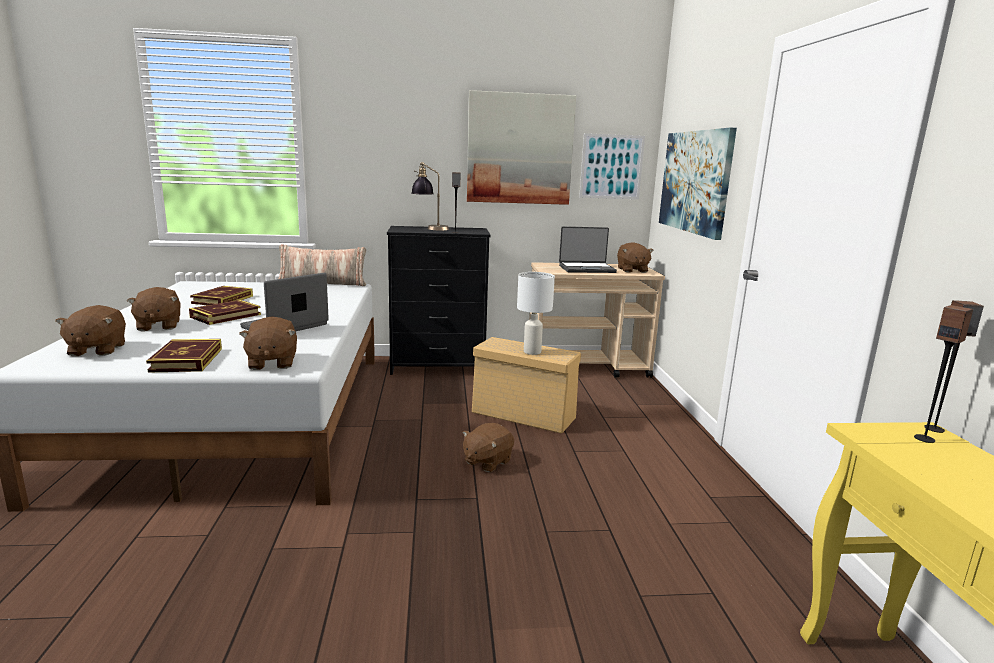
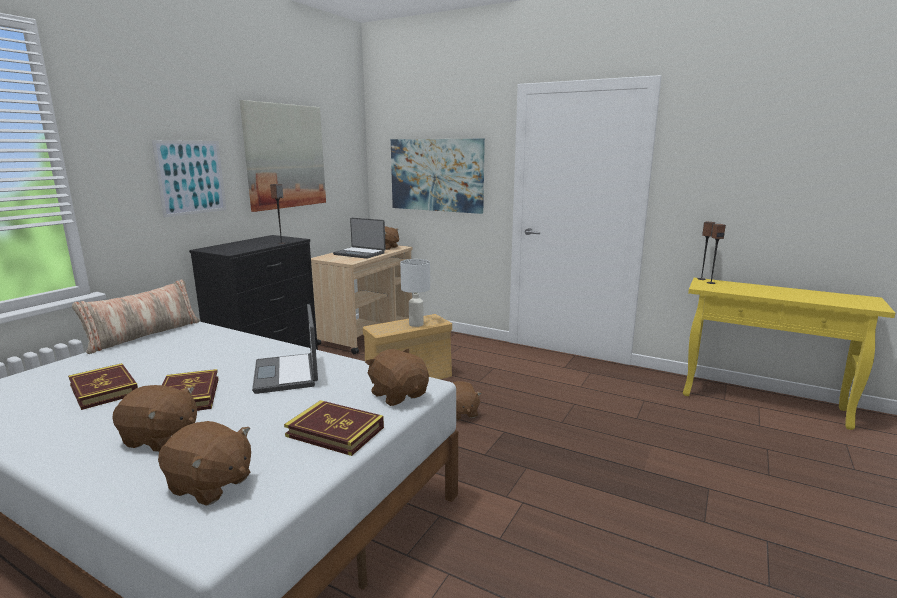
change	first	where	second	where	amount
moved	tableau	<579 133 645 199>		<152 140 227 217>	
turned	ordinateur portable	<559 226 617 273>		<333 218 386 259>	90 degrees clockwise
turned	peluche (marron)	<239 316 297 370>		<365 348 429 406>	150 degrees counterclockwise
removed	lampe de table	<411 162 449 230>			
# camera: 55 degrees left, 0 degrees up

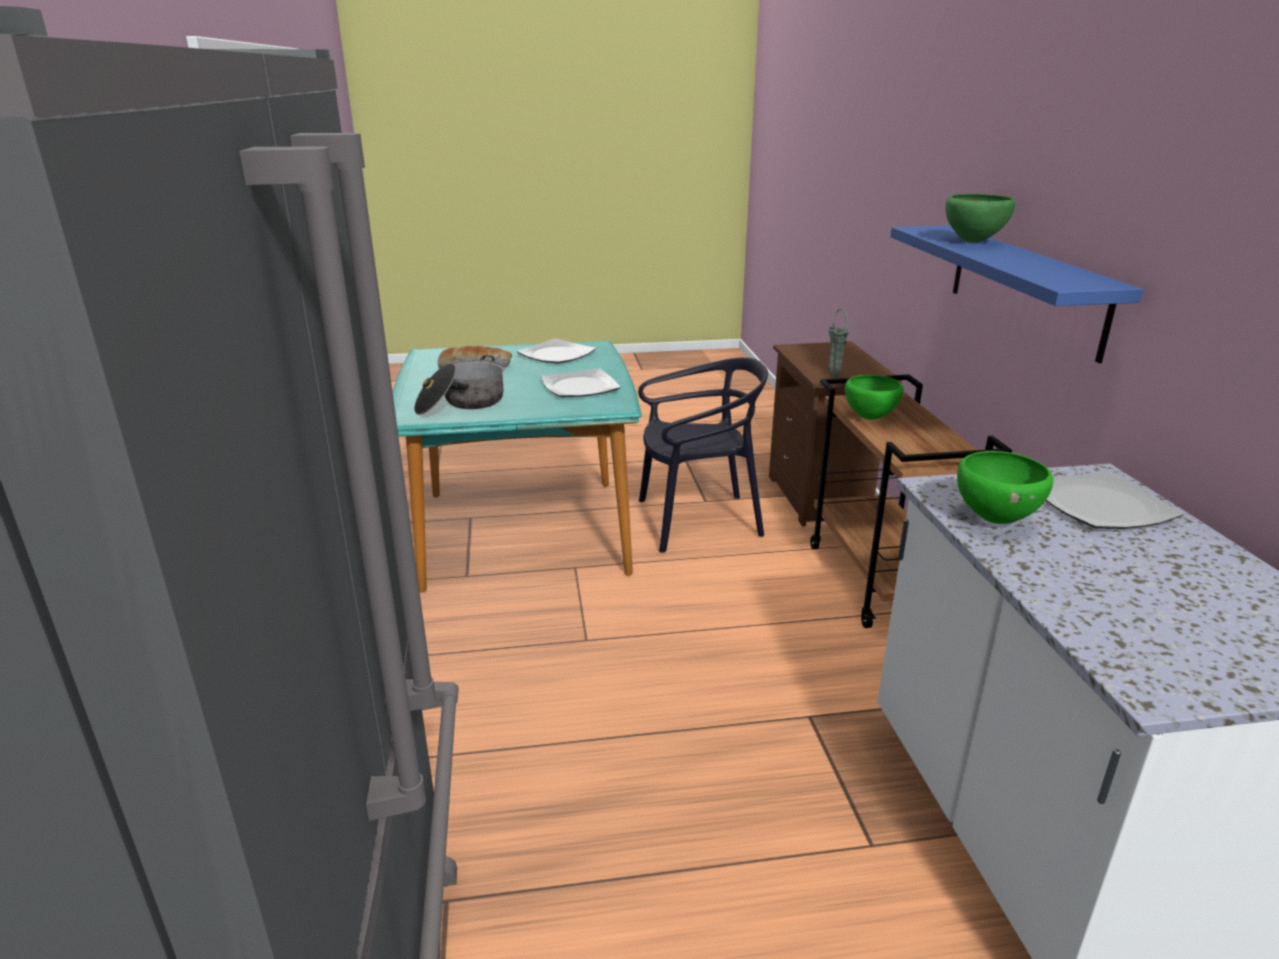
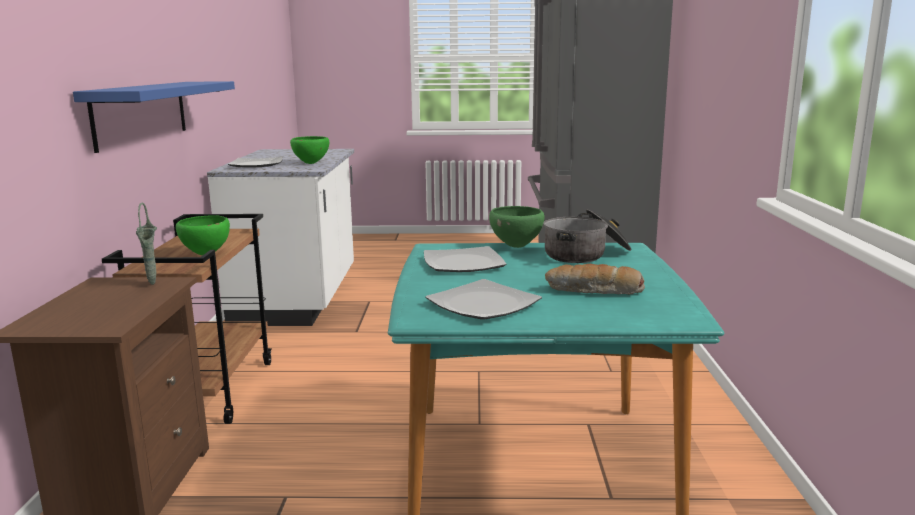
change	first	where	second	where	amount
moved	bol (vert)	<945 194 1015 243>		<489 206 545 248>	
removed	chaise (noir)	<638 357 768 552>			
# camera: 170 degrees left, 10 degrees down

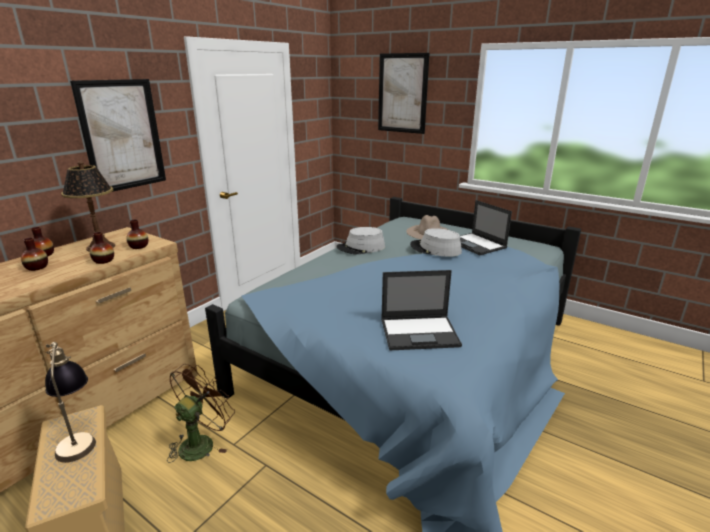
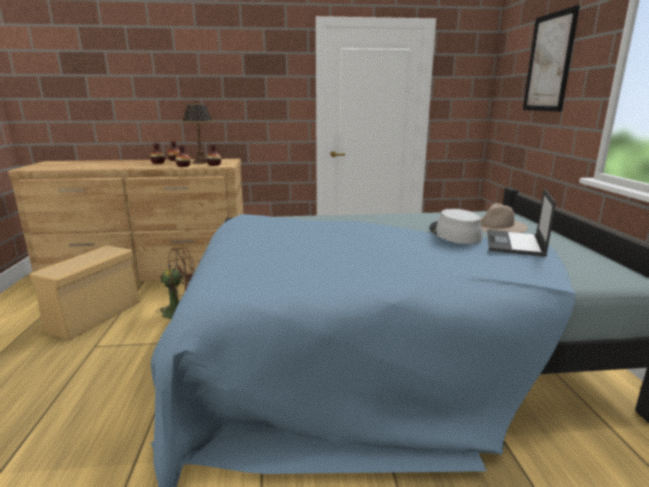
change	first	where	second	where	amount
removed	lampe de table	<45 342 96 463>			
removed	tableau	<70 79 166 192>			
removed	chapeau (gris)	<336 227 385 254>			
removed	ordinateur portable	<381 270 462 350>			
# camera: 50 degrees right, 5 degrees down

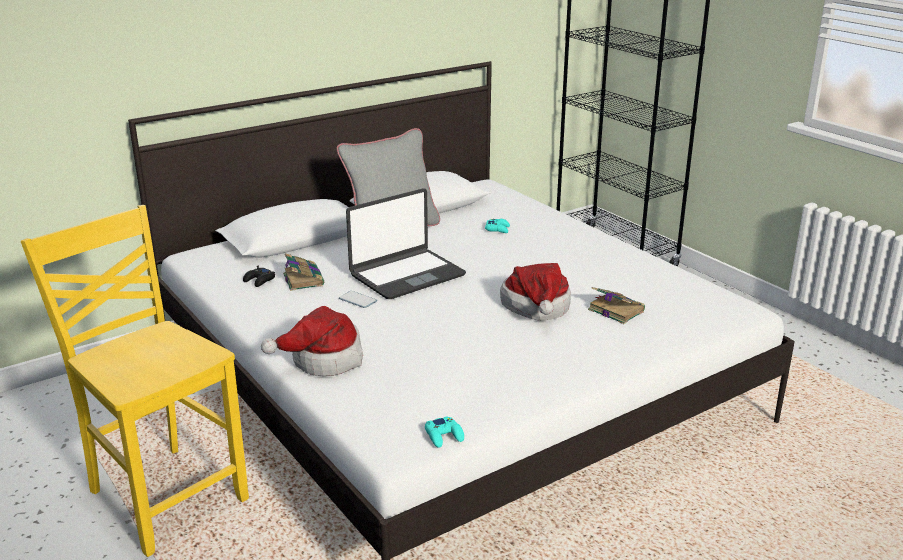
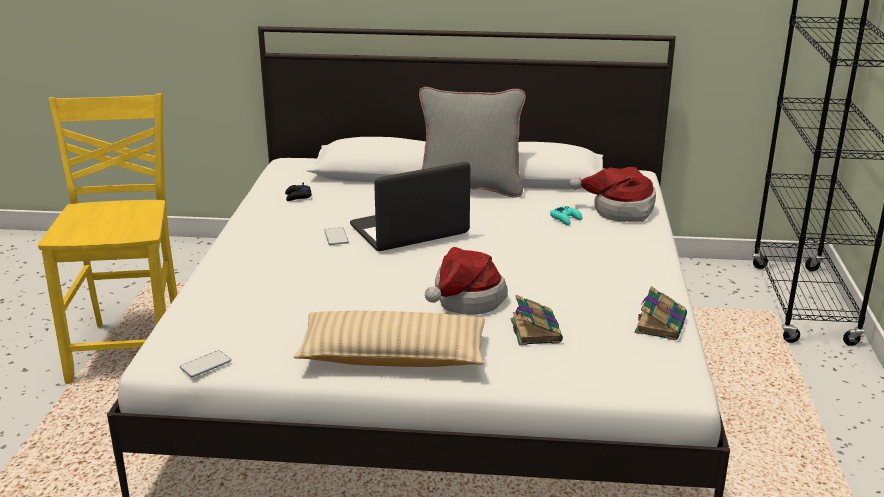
change	first	where	second	where	amount
replaced	manette (turquoise)	<425 416 464 448>	téléphone	<180 350 231 377>	
added			coussin (beige)	<294 311 485 367>	
turned	ordinateur portable	<346 188 466 299>		<350 162 470 251>	150 degrees clockwise
moved	chapeau	<261 306 363 376>		<569 167 656 222>	
moved	livre	<283 253 324 291>		<635 286 687 340>	
# camera: 40 degrees right, 0 degrees up

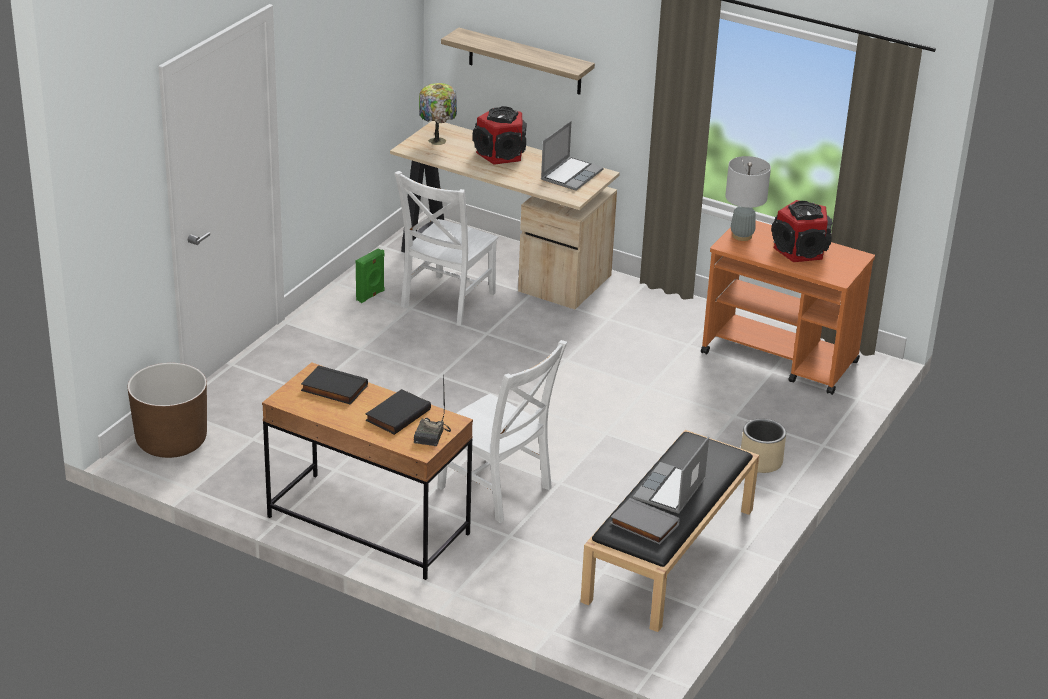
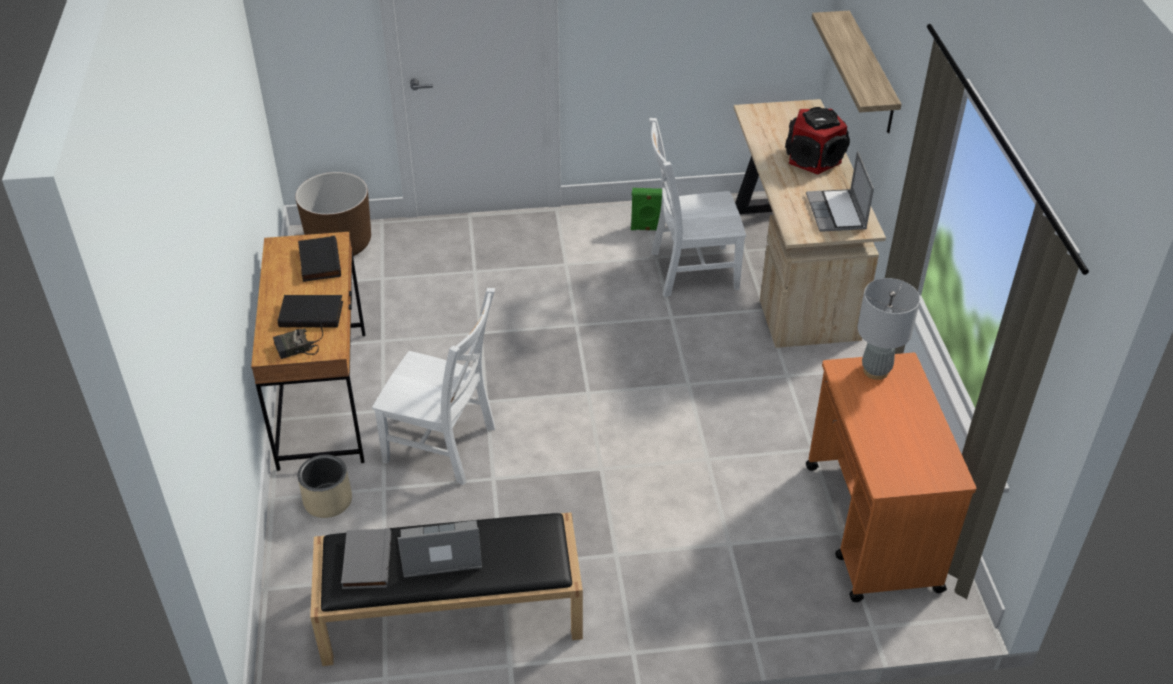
change	first	where	second	where	amount
moved	cache-pot (beige)	<741 419 786 473>		<298 454 352 518>	
turned	chaise (blanc)	<438 340 567 523>		<372 288 496 485>	75 degrees counterclockwise
turned	ordinateur portable	<541 121 604 191>		<806 151 874 232>	90 degrees clockwise
removed	lampe de table	<419 83 457 145>			
removed	enceinte	<771 200 832 262>			
# camera: 55 degrees right, 10 degrees up

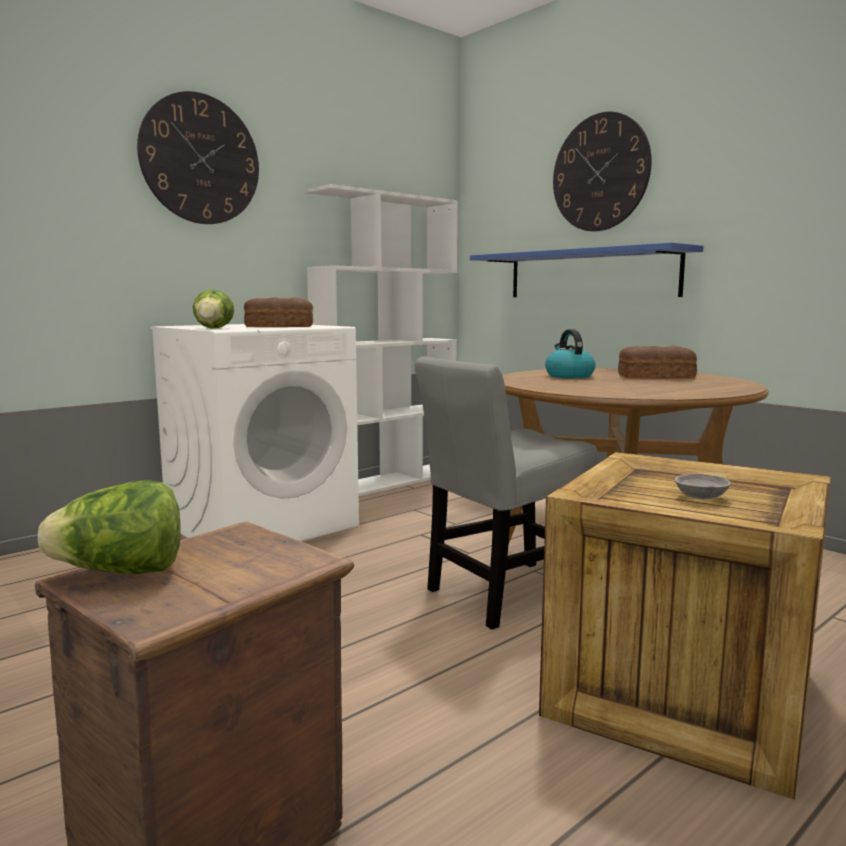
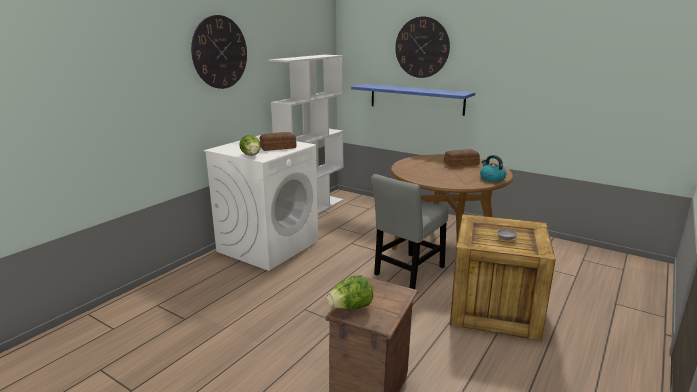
change	first	where	second	where	amount
moved	bouilloire	<545 329 596 379>		<480 155 507 182>	
# camera: 15 degrees left, 10 degrees up

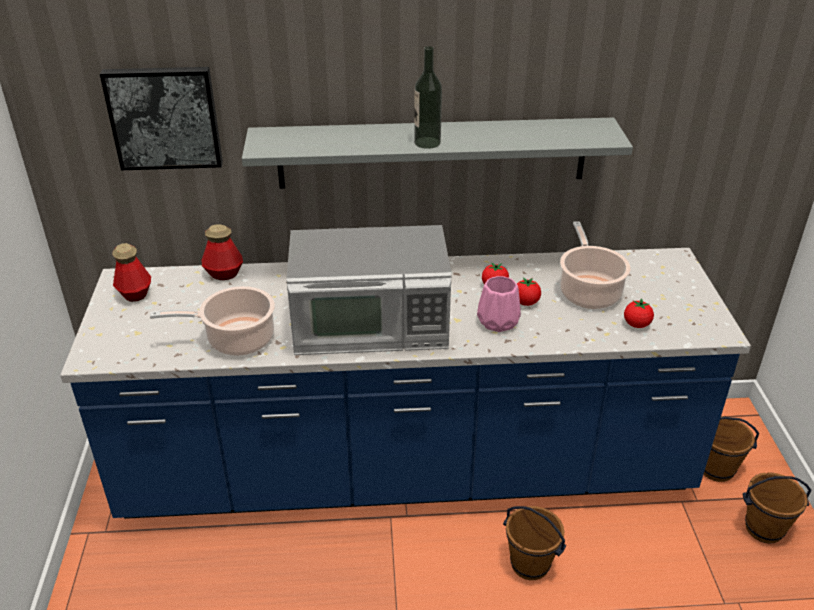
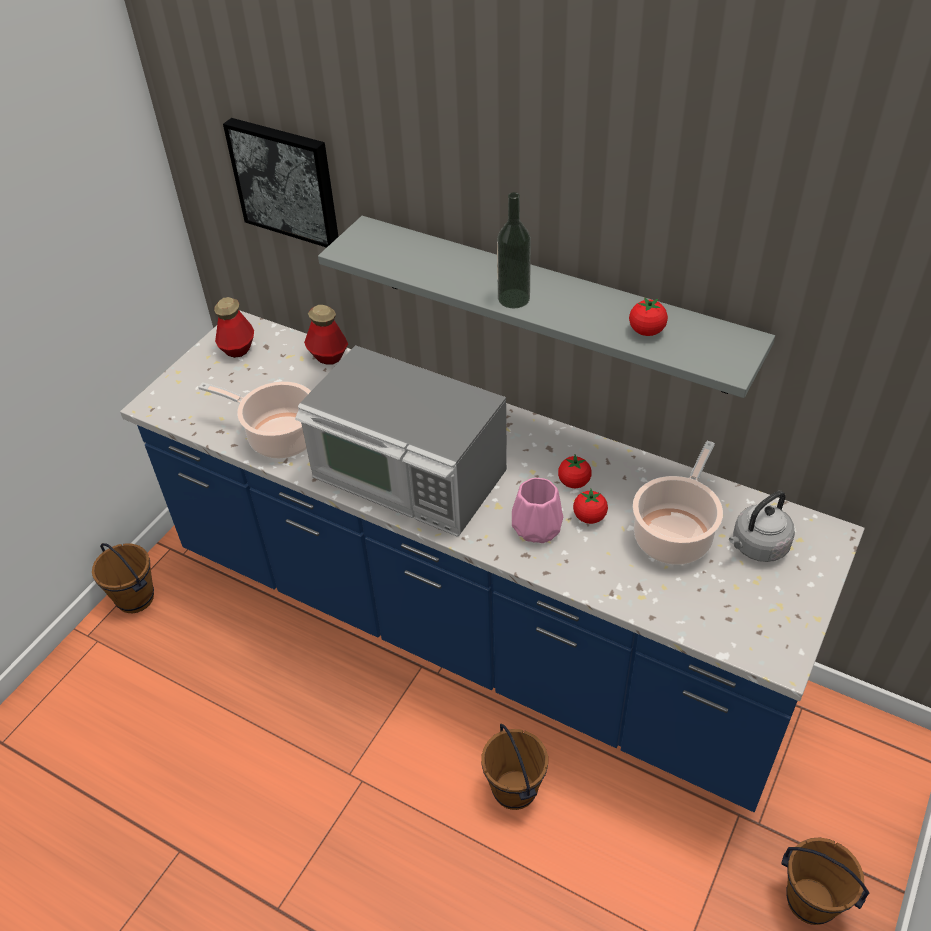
change	first	where	second	where	amount
moved	seau (marron)	<704 416 759 482>		<92 543 154 613>	
moved	tomate	<624 298 654 328>		<629 297 668 336>	
added			bouilloire (gris)	<729 491 795 562>	
# camera: 35 degrees right, 10 degrees up

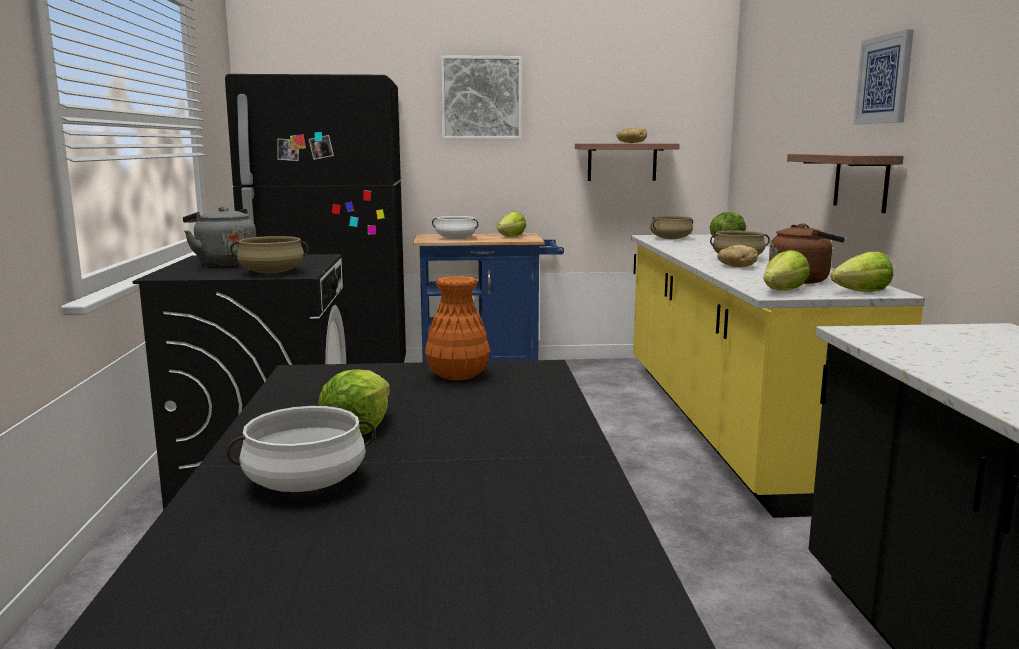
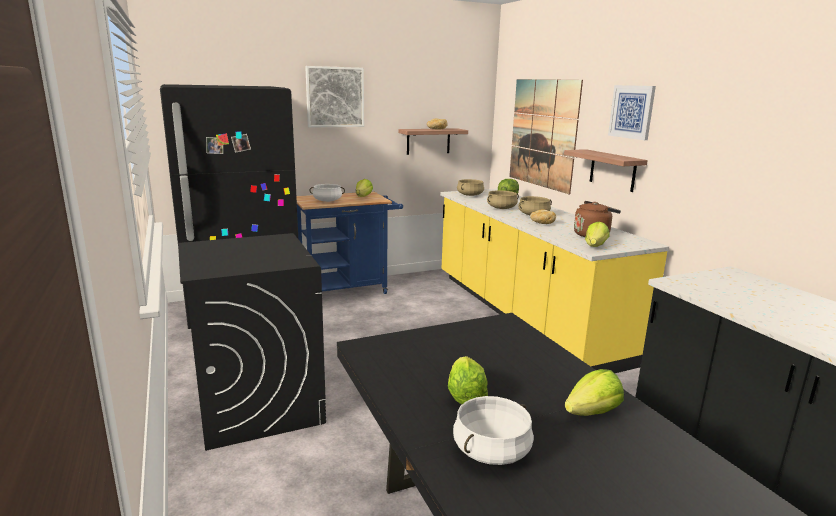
change	first	where	second	where	amount
moved	marmite (beige)	<230 236 309 274>		<487 190 519 209>	
added			tableau	<509 79 583 194>	
moved	laitue	<831 251 893 292>		<565 369 624 416>	
removed	bouilloire (gris)	<183 206 256 266>			
removed	vase (orange)	<425 276 490 381>			
# camera: 20 degrees left, 5 degrees up

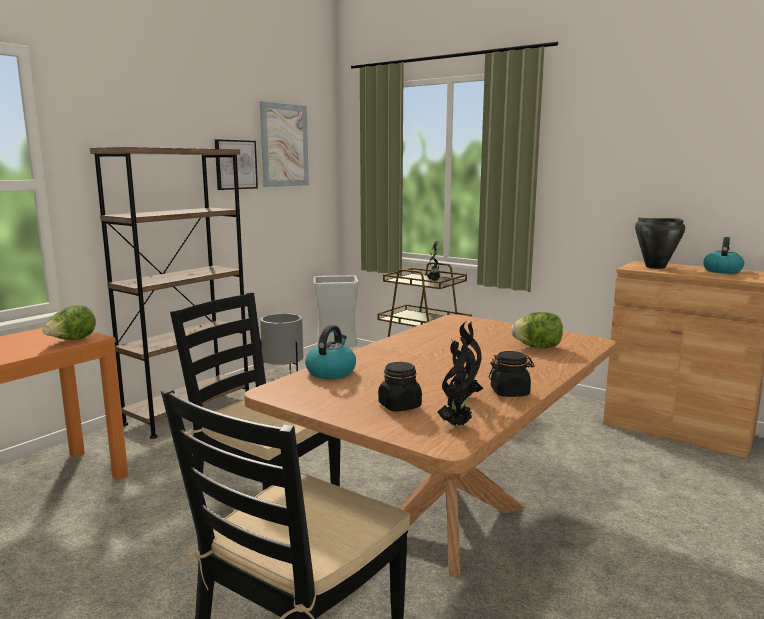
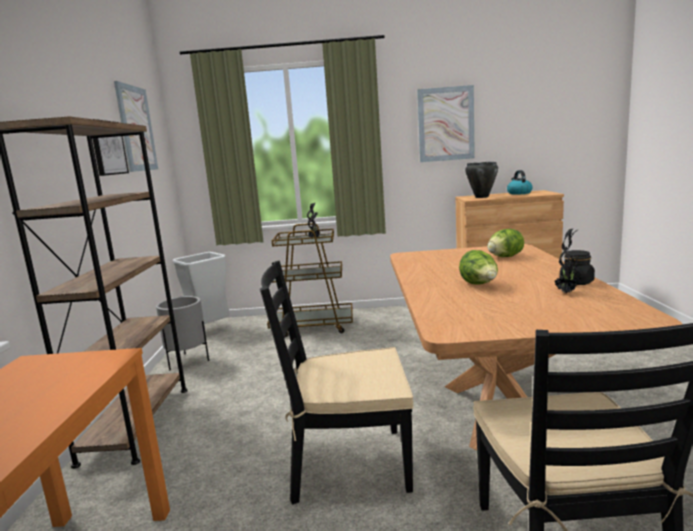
change	first	where	second	where	amount
added			tableau	<417 85 475 162>	
moved	laitue	<42 305 96 340>		<459 250 498 284>	
removed	bouilloire	<305 325 356 379>			
removed	bocal (noir)	<378 362 422 412>			
removed	plante en pot	<437 337 476 427>			
# camera: 35 degrees left, 0 degrees up

